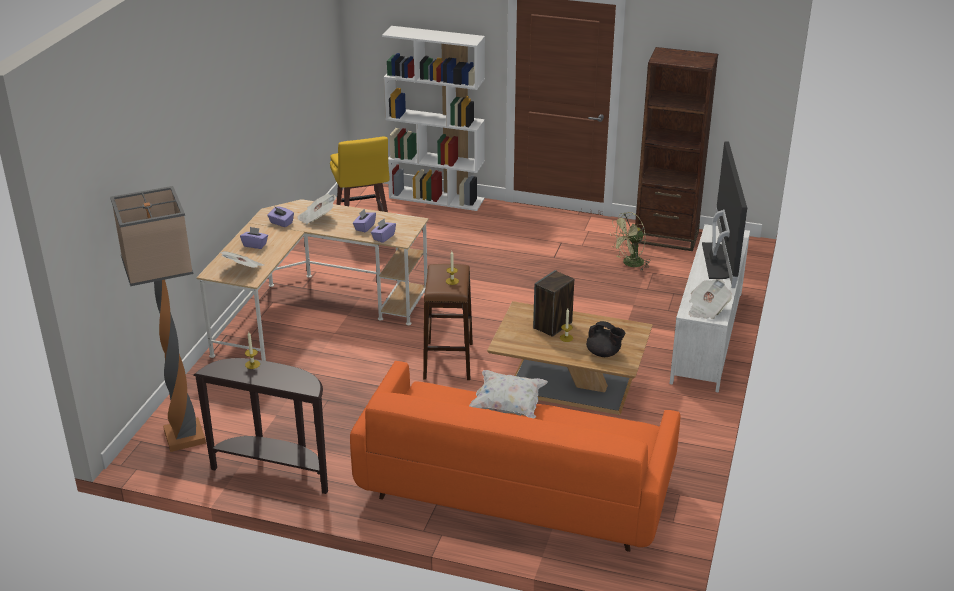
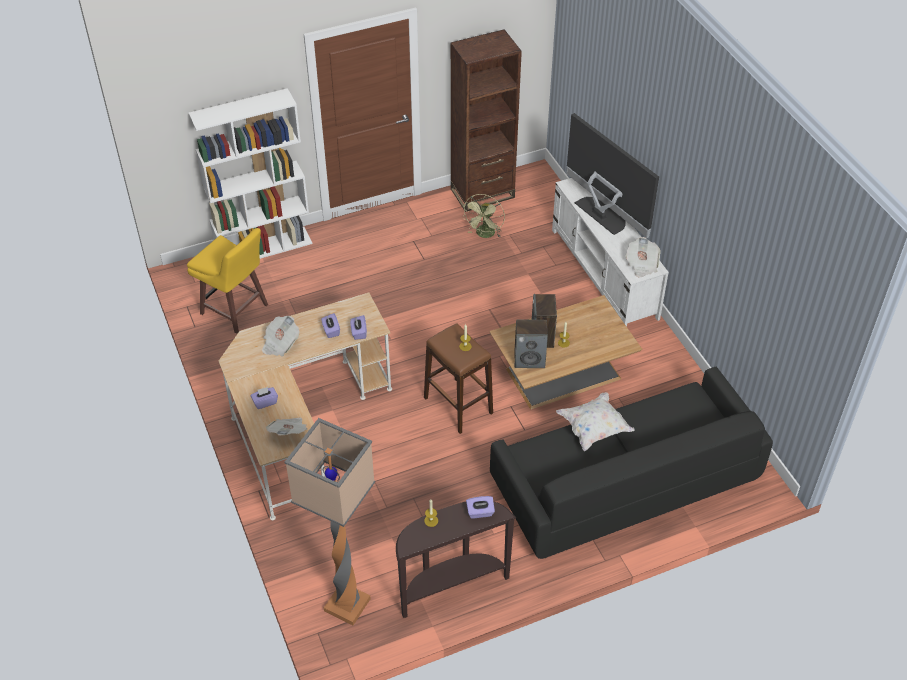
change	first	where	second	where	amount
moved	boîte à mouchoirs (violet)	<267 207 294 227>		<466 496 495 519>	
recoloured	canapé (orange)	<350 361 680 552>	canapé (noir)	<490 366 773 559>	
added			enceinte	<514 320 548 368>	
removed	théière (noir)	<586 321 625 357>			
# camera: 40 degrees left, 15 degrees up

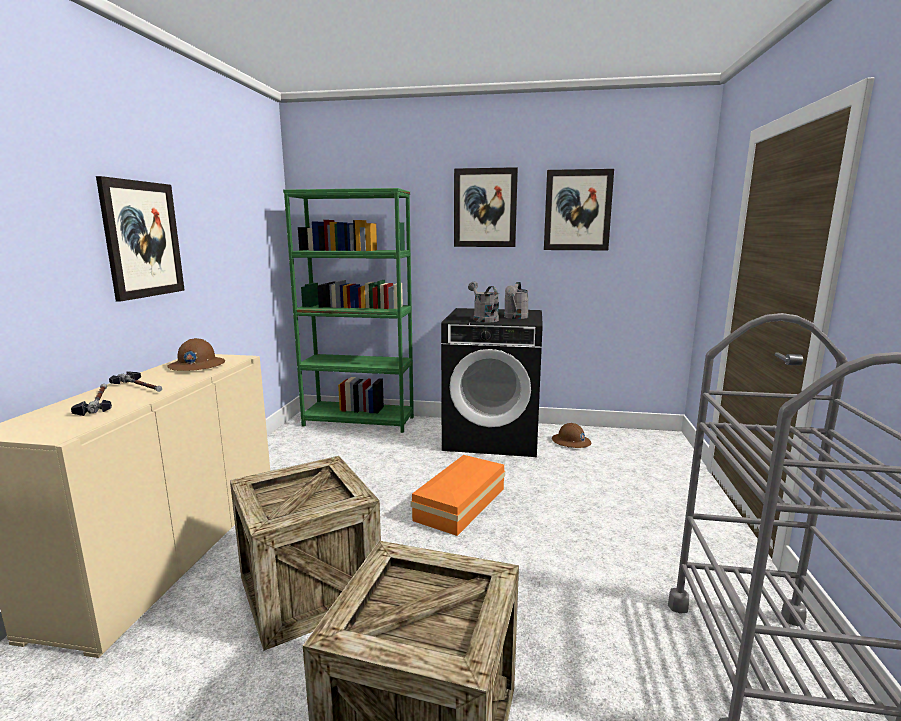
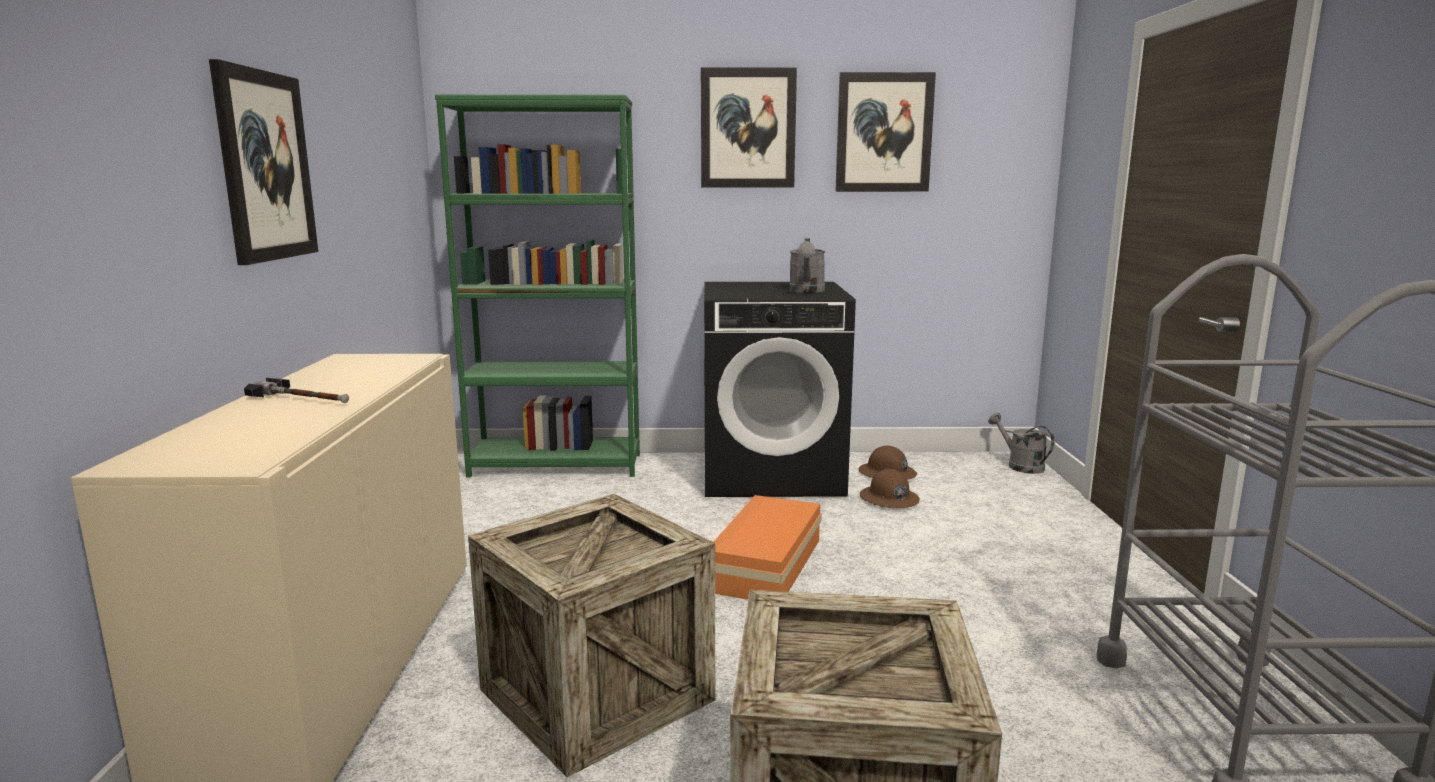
change	first	where	second	where	amount
moved	casque de chantier (marron)	<167 338 225 371>		<860 469 920 508>	
moved	arrosoir (gris)	<468 282 499 322>		<988 413 1055 474>	
removed	marteau	<71 384 112 416>			
# camera: 10 degrees left, 0 degrees up

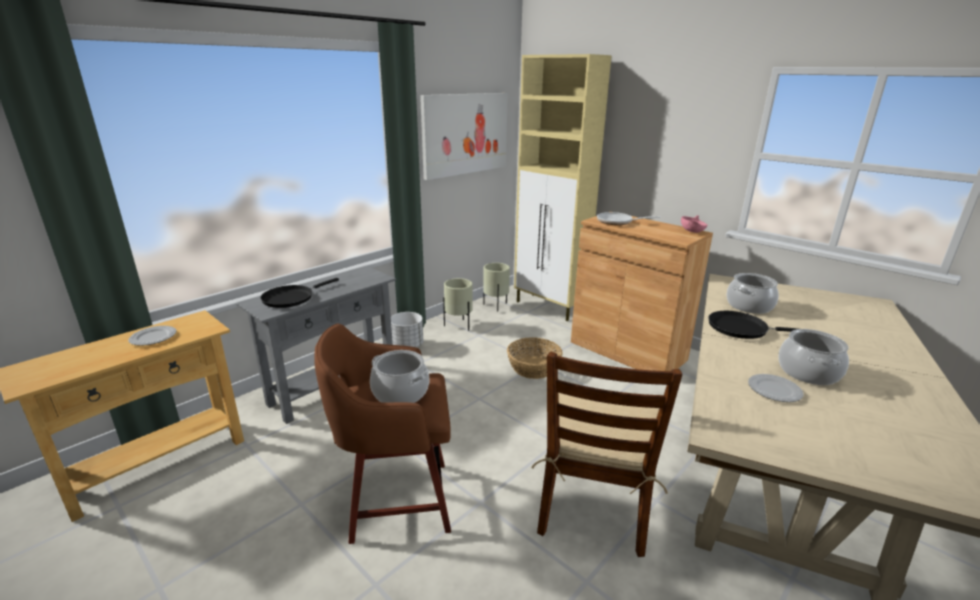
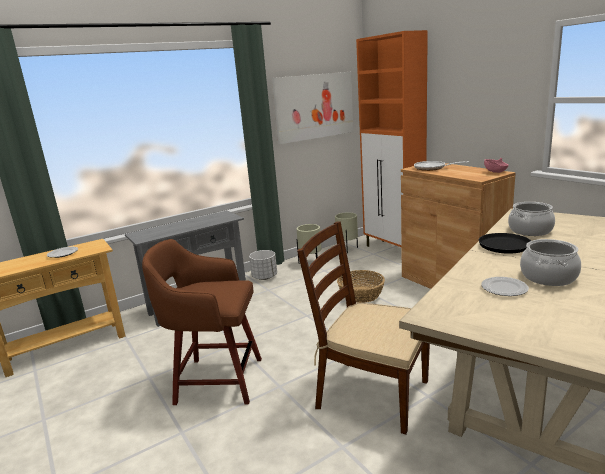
change	first	where	second	where	amount
turned	chaise (marron)	<531 351 683 557>		<297 222 430 435>	90 degrees clockwise
recoloured	meuble de rangement (beige)	<514 54 612 321>	meuble de rangement (orange)	<356 30 428 247>	
removed	poêle (noir)	<260 278 339 308>			
removed	marmite	<370 350 429 403>			
# camera: 15 degrees right, 5 degrees down

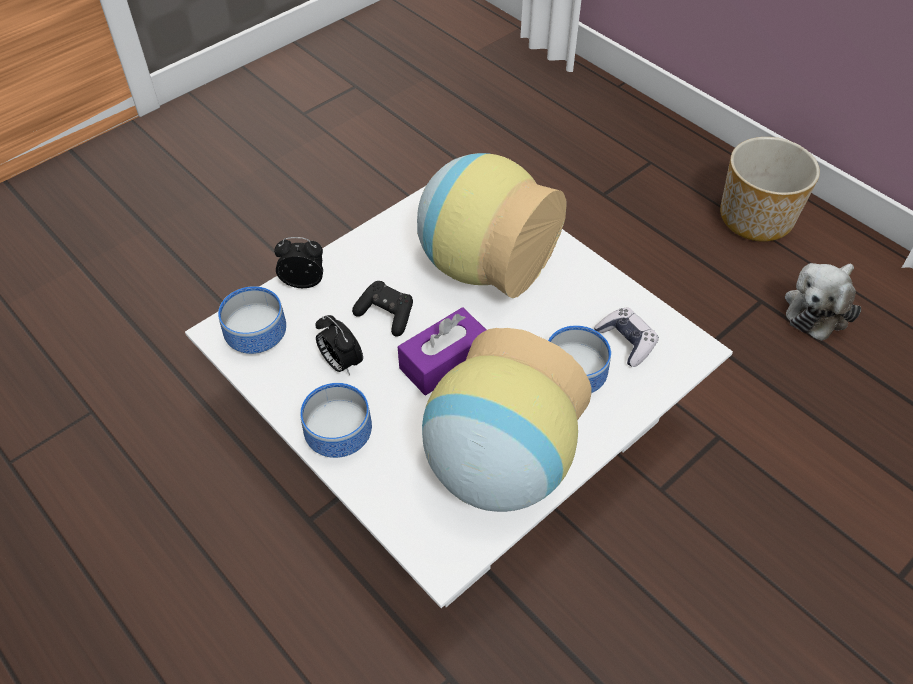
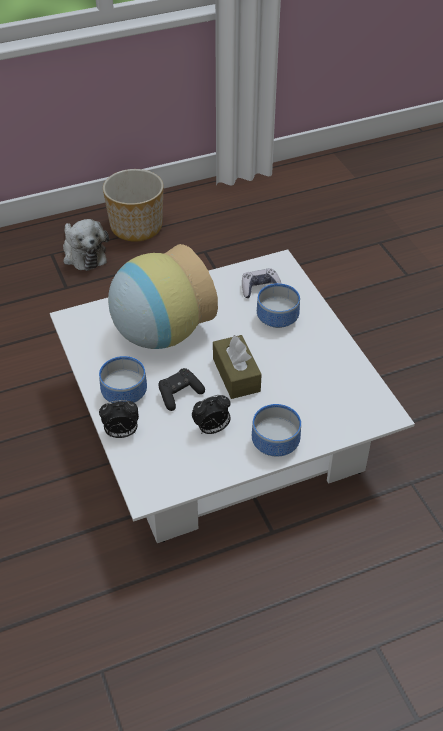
change	first	where	second	where	amount
moved	peluche	<785 263 861 341>		<63 219 109 271>	
moved	bol	<218 286 286 354>		<99 356 147 403>	
turned	réveil	<274 237 323 288>		<99 400 139 438>	120 degrees counterclockwise
recoloured	boîte à mouchoirs (violet)	<398 307 486 395>	boîte à mouchoirs (marron)	<213 335 262 399>	
removed	vase	<422 328 592 512>			
# camera: 70 degrees left, 5 degrees down

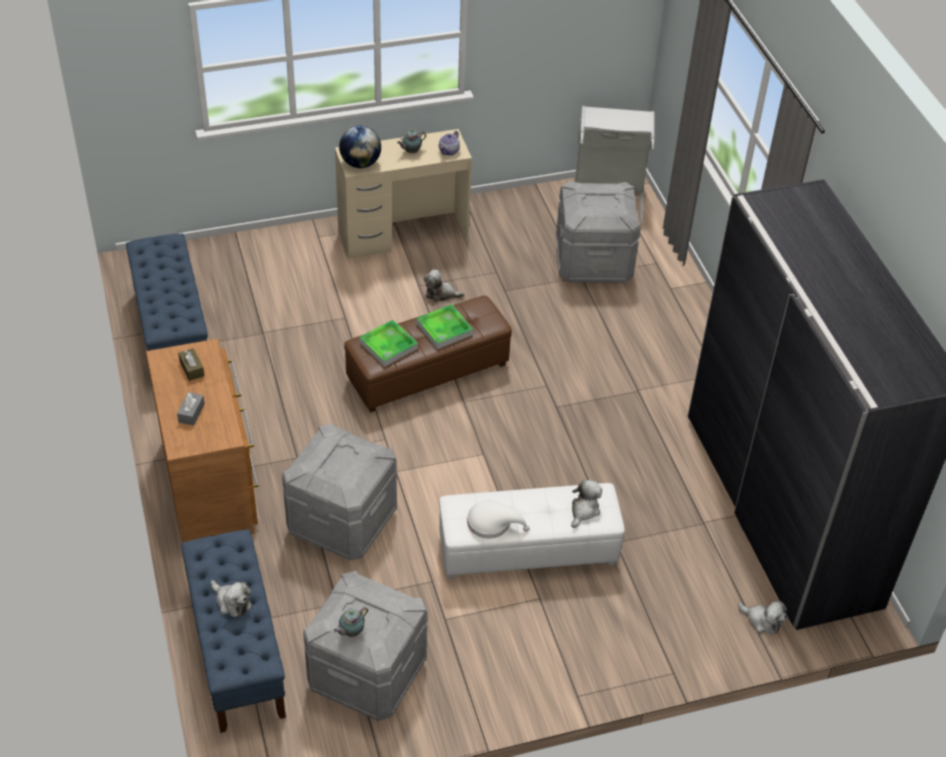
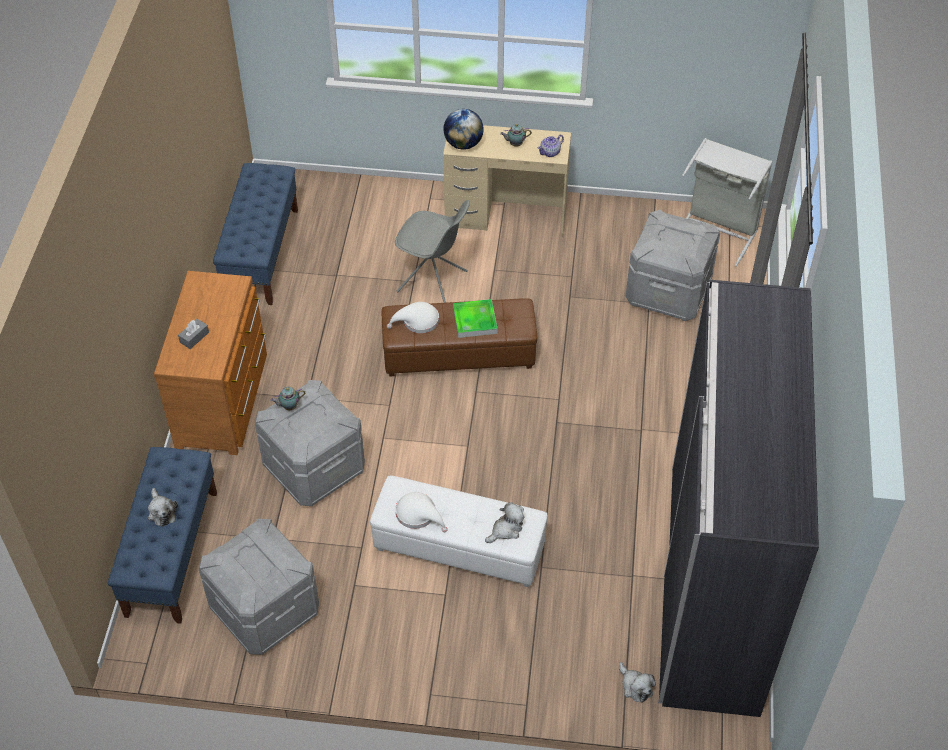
change	first	where	second	where	amount
moved	théière	<333 606 368 637>		<270 386 305 410>	
replaced	plateau	<359 320 418 367>	chapeau (blanc)	<387 302 439 333>	
added			chaise (gris)	<395 200 470 303>	
removed	boîte à mouchoirs (marron)	<178 348 204 381>			
removed	peluche	<424 269 465 302>			
# camera: 25 degrees right, 5 degrees up

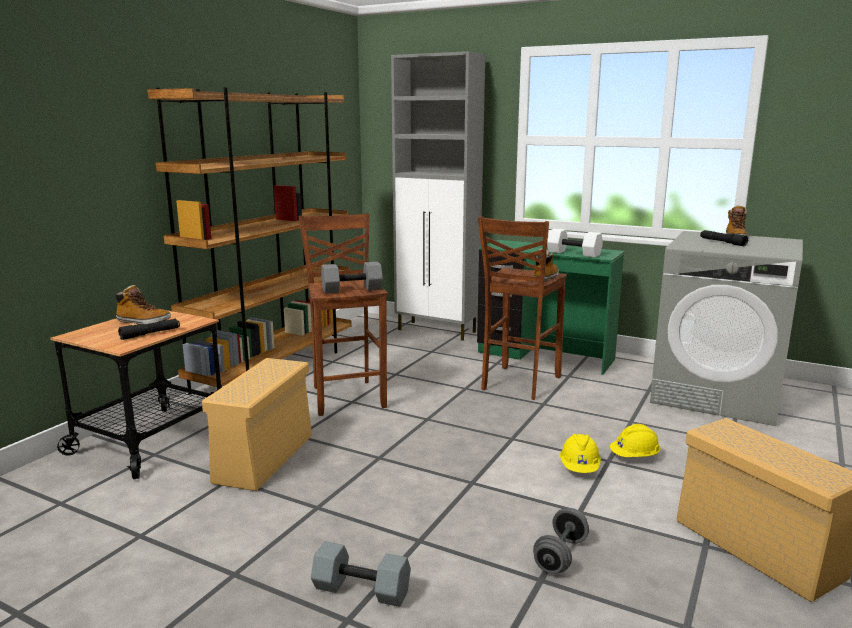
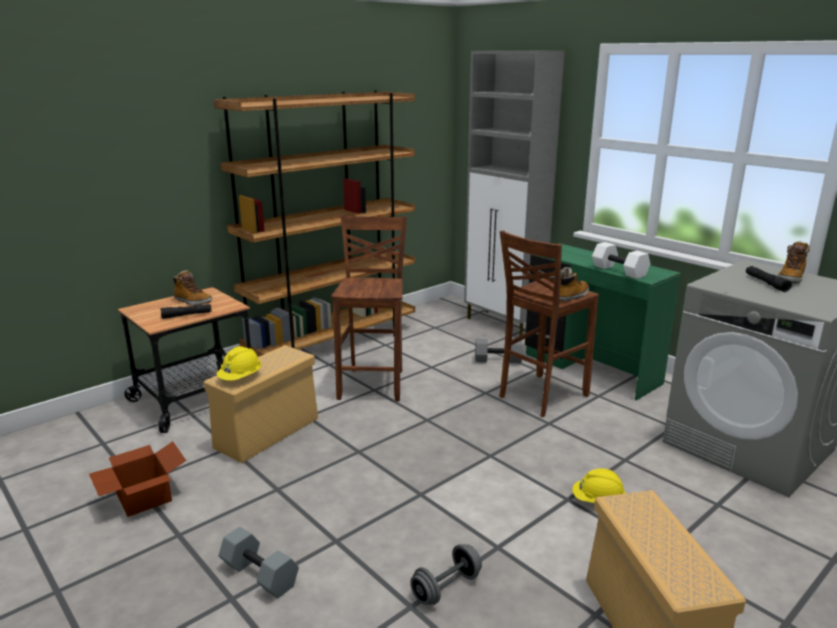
change	first	where	second	where	amount
added			carton	<89 441 186 517>	
moved	casque de chantier (jaune)	<560 434 601 473>		<217 346 261 381>	
moved	haltère (gris)	<321 262 383 294>		<475 339 522 363>	
# camera: 20 degrees right, 5 degrees up

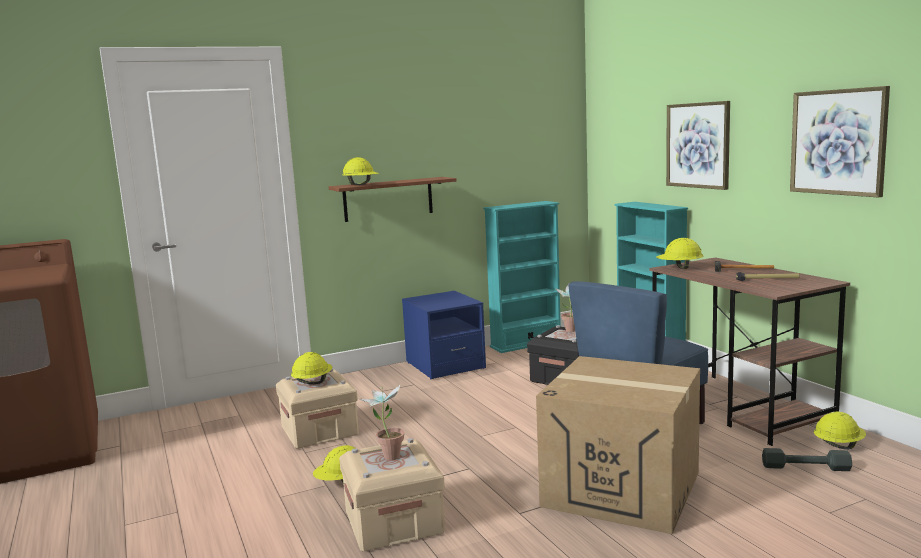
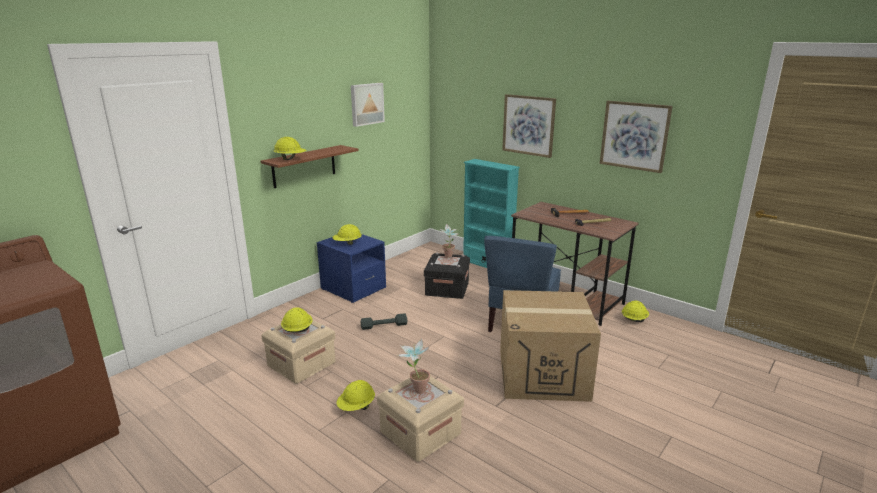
change	first	where	second	where	amount
moved	casque de chantier (jaune)	<656 238 703 269>		<332 224 362 245>	
added			tableau	<351 83 385 127>	
moved	haltère (gris)	<762 448 852 471>		<361 313 407 330>	
removed	bibliothèque (turquoise)	<483 201 561 353>			
# camera: 25 degrees left, 10 degrees up

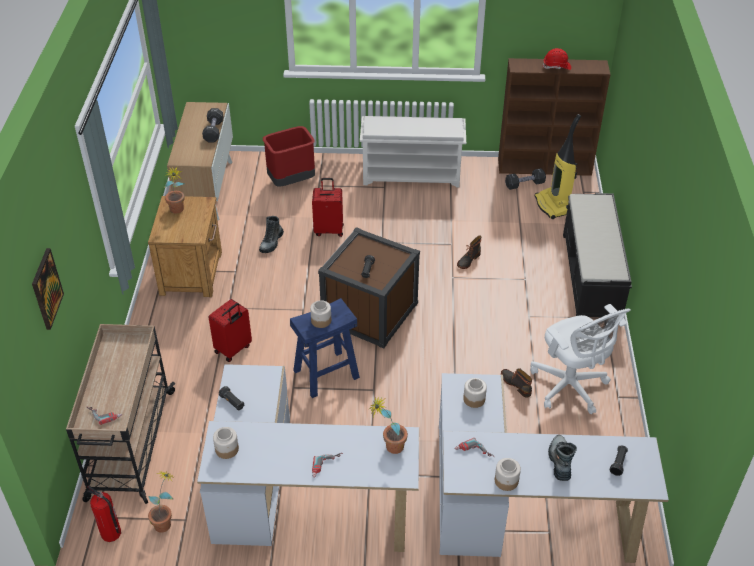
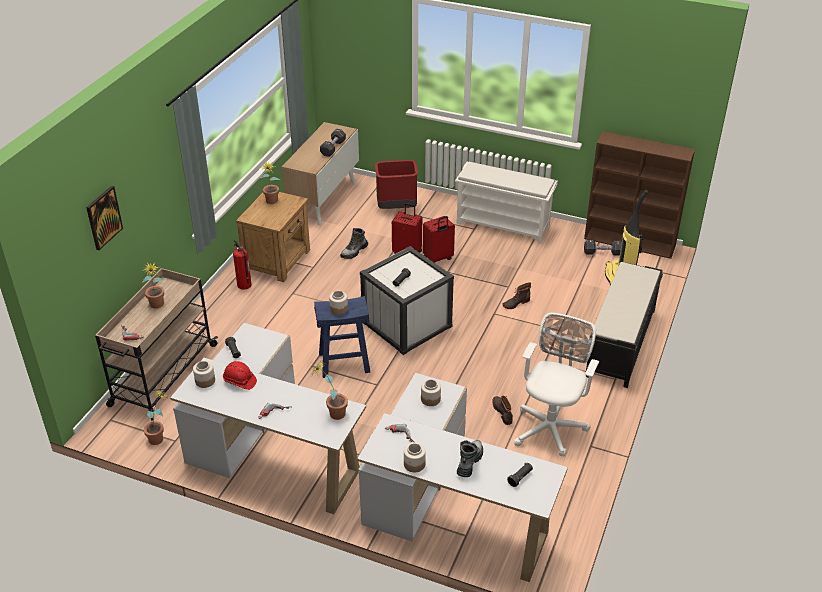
change	first	where	second	where	amount
added			plante en pot	<141 262 165 309>	
moved	casque de chantier (rouge)	<543 48 571 70>		<223 361 257 390>	
moved	extincteur	<87 486 121 542>		<233 240 252 290>	
recoloured	boîte de rangement (marron)	<318 227 420 348>	boîte de rangement (blanc)	<360 246 454 355>	
moved	valise (rouge)	<209 299 252 362>		<423 216 455 263>	
turned	chaise de bureau (blanc)	<530 304 630 414>		<513 313 599 457>	150 degrees counterclockwise
# camera: 20 degrees right, 5 degrees down

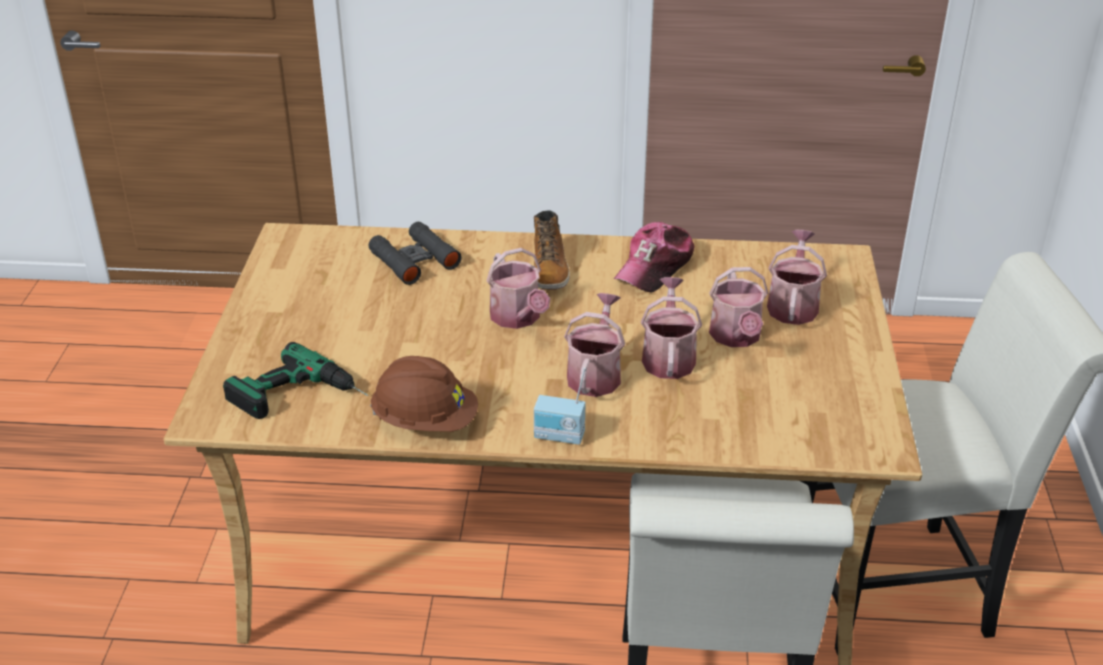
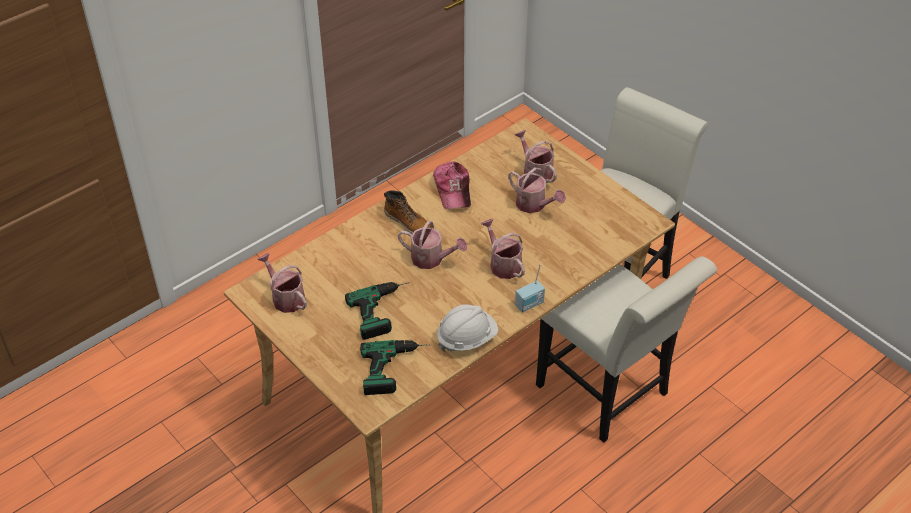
change	first	where	second	where	amount
moved	arrosoir	<641 277 702 379>		<257 253 307 313>	
added			perceuse	<345 282 410 340>	
recoloured	casque de chantier (marron)	<370 356 478 432>	casque de chantier (blanc)	<437 304 498 352>	
removed	jumelles (noir)	<369 222 462 285>			
# camera: 45 degrees left, 10 degrees up

